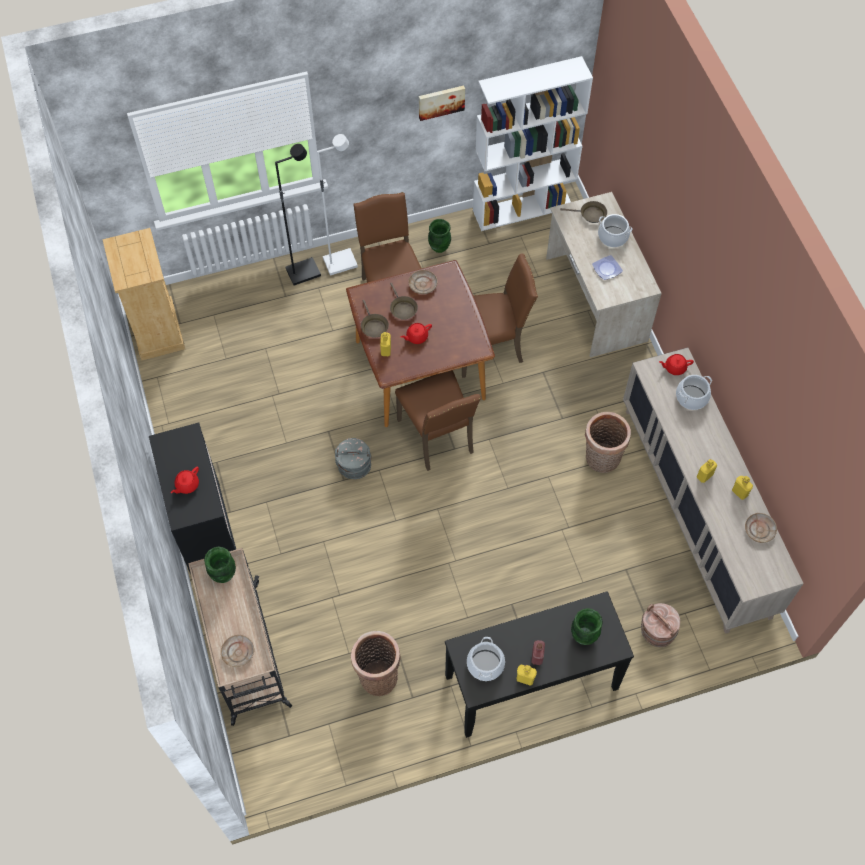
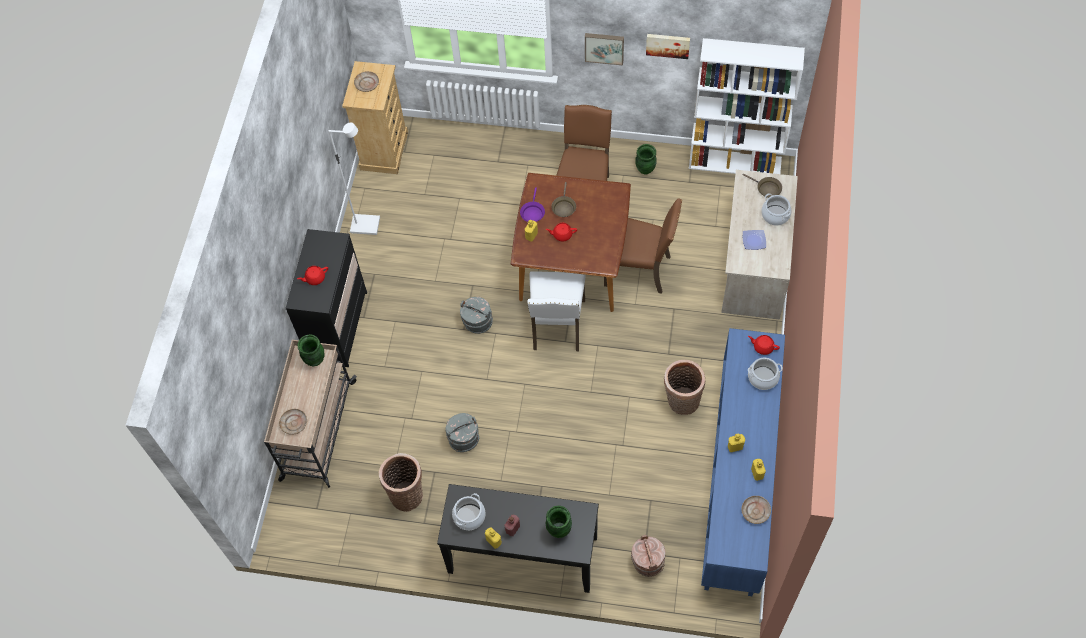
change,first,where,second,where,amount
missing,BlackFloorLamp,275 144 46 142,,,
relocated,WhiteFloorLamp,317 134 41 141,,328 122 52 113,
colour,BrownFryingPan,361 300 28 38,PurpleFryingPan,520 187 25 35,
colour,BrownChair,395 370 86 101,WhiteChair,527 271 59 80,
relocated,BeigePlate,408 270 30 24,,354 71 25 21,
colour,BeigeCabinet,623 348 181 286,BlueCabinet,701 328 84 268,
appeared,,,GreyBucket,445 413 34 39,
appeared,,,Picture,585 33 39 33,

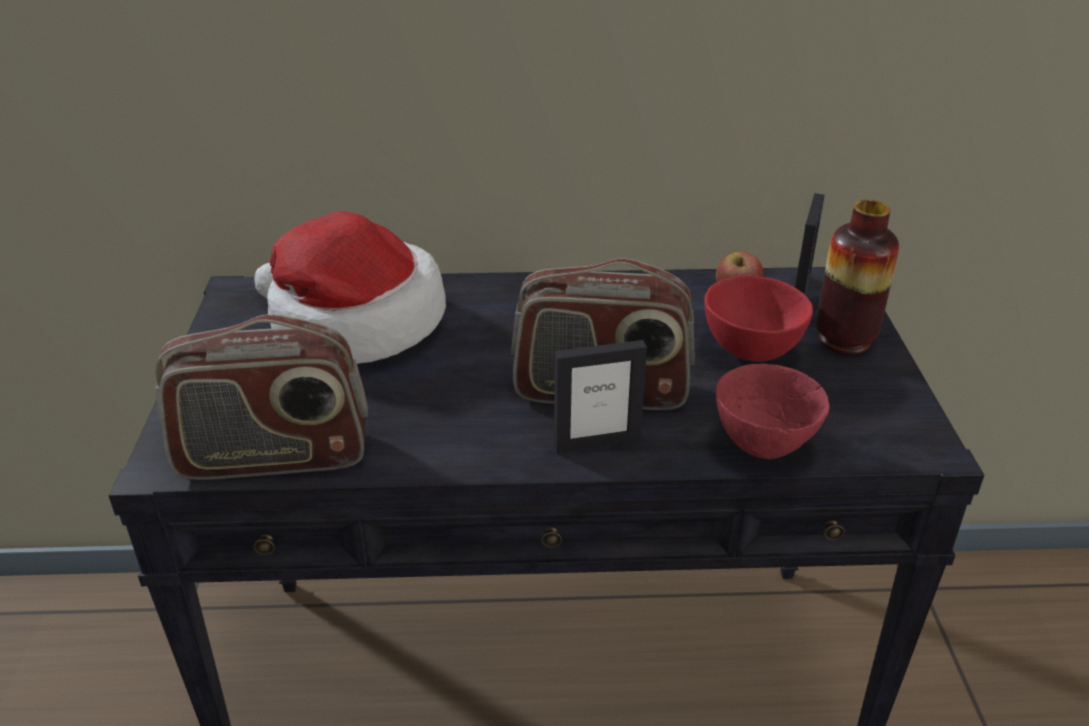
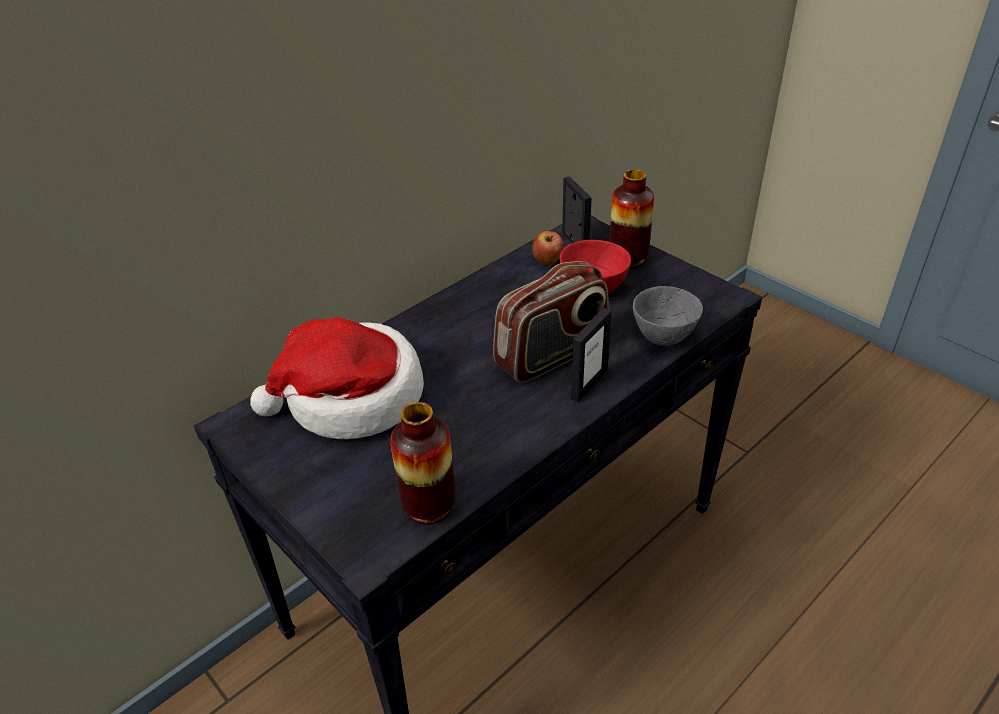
change,first,where,second,where,amount
exchanged,Radio,155 314 213 166,Vase,390 402 66 122,
colour,RedBowl,716 364 114 95,GreyBowl,633 286 70 60,

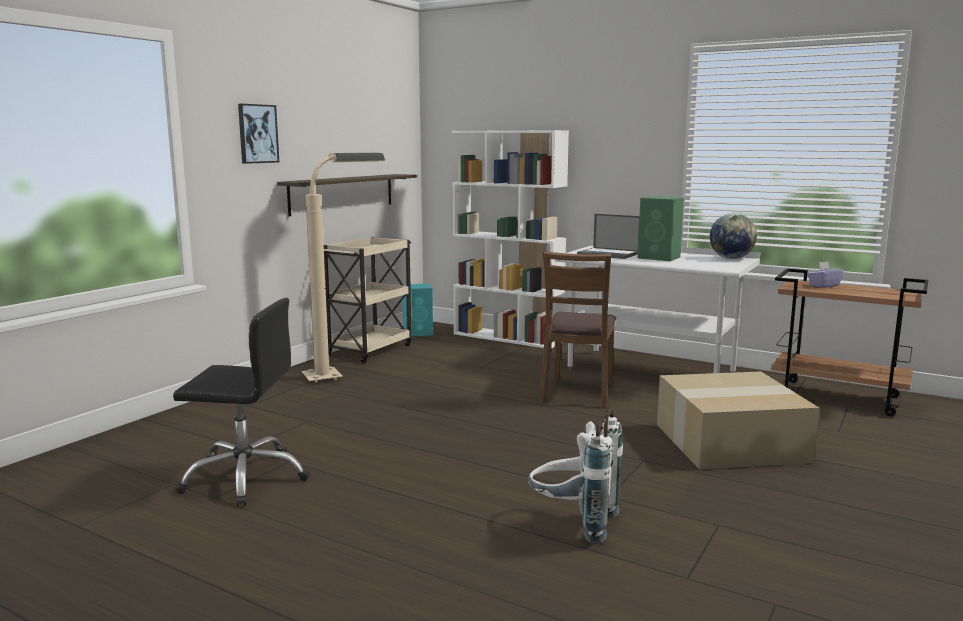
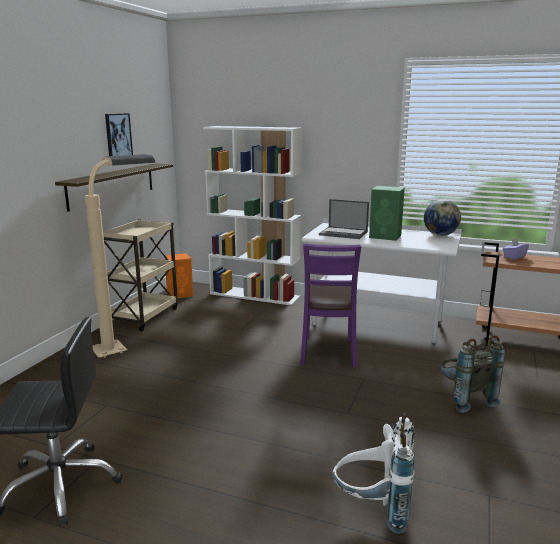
change,first,where,second,where,amount
relocated,Picture,238 104 41 60,,105 113 28 43,
colour,TurquoiseSpeaker,402 283 31 53,OrangeSpeaker,165 253 28 45,
colour,BrownChair,539 251 77 157,PurpleChair,300 243 61 125,
exchanged,CardboardBox,657 371 162 98,GreyBackpack,439 335 66 78,

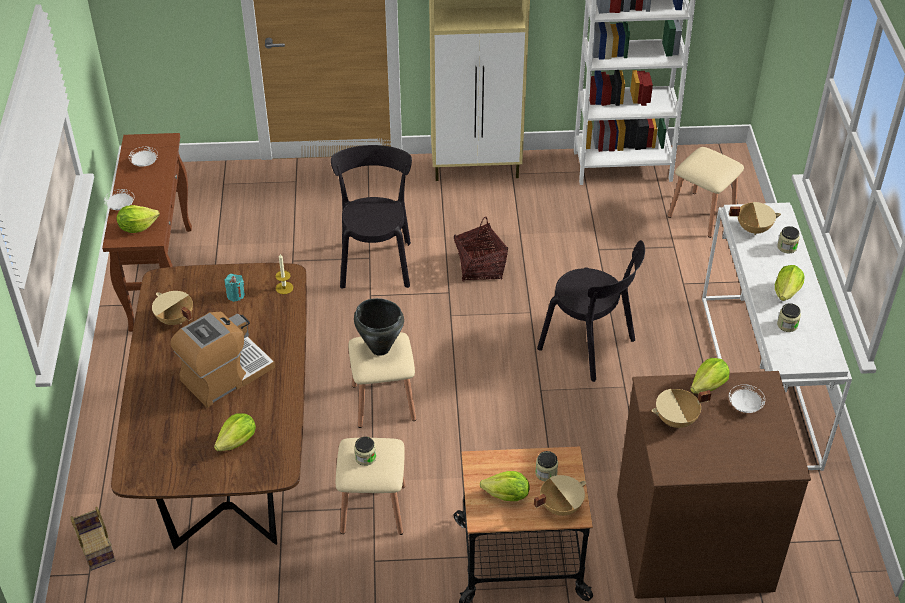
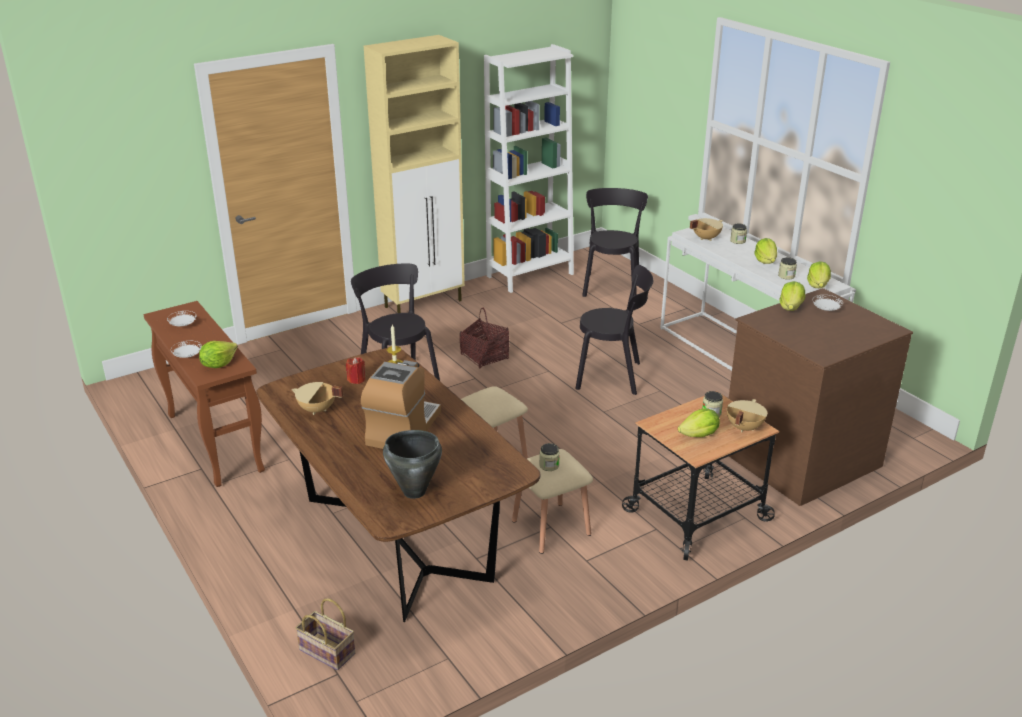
change,first,where,second,where,amount
relocated,Lettuce,214 413 42 38,,807 261 24 27,
colour,TurquoiseCandle,225 274 20 28,RedCandle,346 357 19 27,
relocated,BlackCookingPot,354 298 50 58,,383 430 59 69,
missing,BeigeCookingPot,652 389 59 39,,,
exchanged,BeigeStool,668 147 76 91,BlackChair,582 188 66 109,

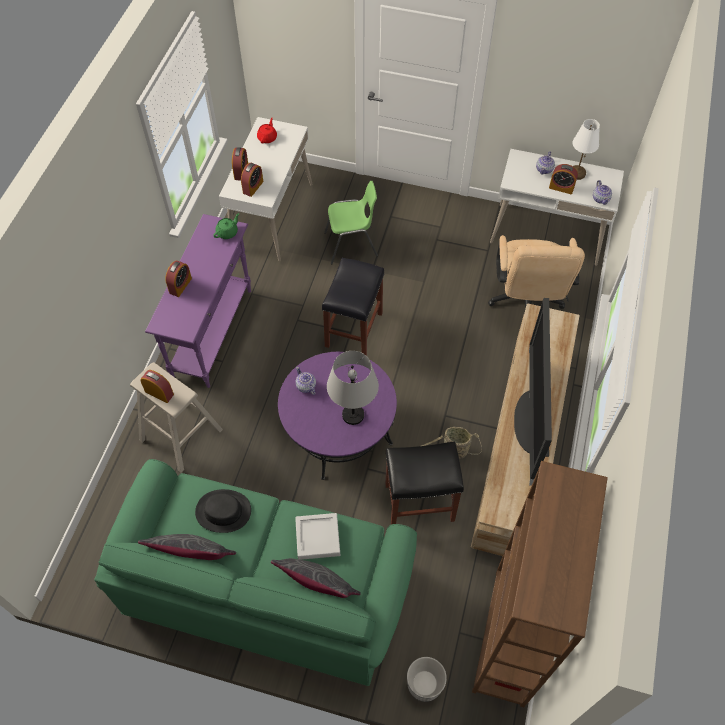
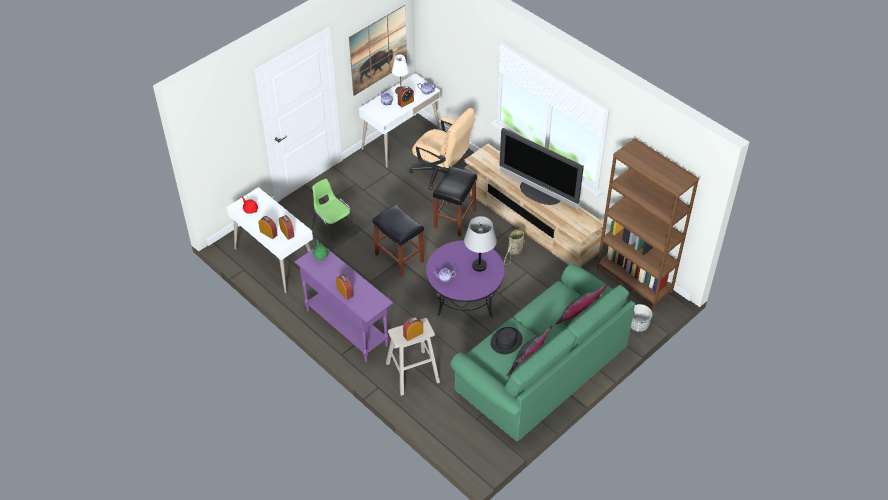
change,first,where,second,where,amount
missing,GreyTray,295 513 45 47,,,
spun,GreenChair,324 181 54 83,,312 179 45 70,60 degrees counterclockwise
relocated,BlackStool,385 441 79 83,,433 167 44 70,
appeared,,,Picture,349 5 58 91,

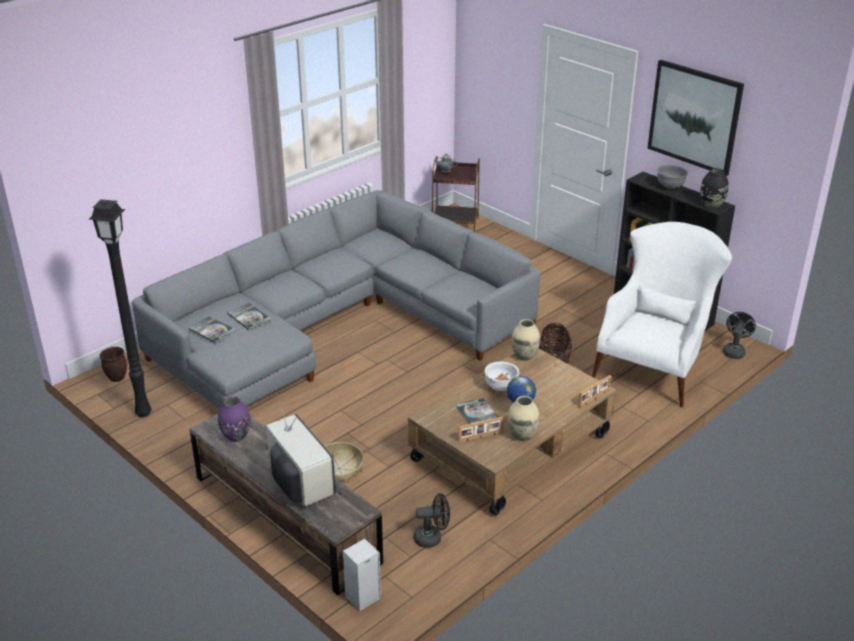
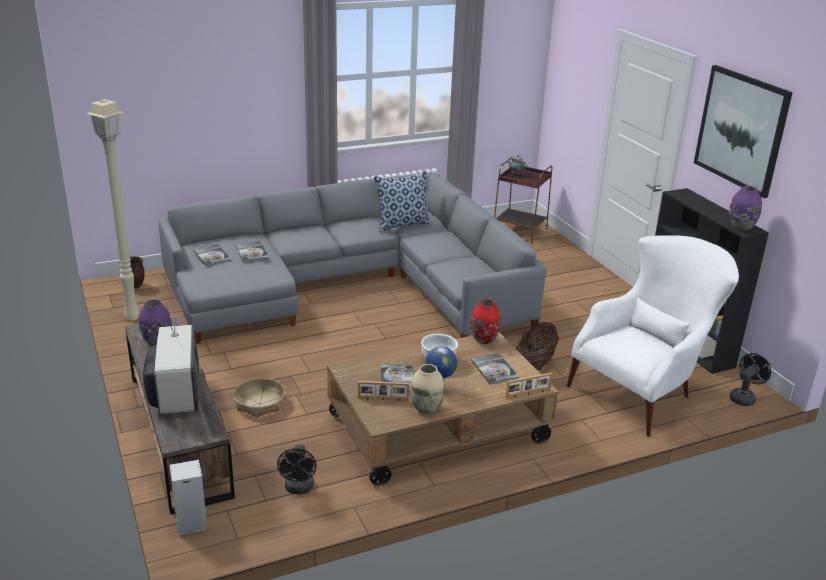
change,first,where,second,where,amount
colour,BlackFloorLamp,88 199 63 219,BeigeFloorLamp,87 99 53 222,
spun,BlackFan,414 493 36 55,,277 444 40 50,75 degrees clockwise
colour,BeigeVase,512 319 28 42,RedVase,470 299 31 45,
missing,GreyBowl,657 165 31 24,,,
colour,BlackVase,700 168 29 41,PurpleVase,729 186 33 45,
appeared,,,Pillow,374 170 58 62,
appeared,,,Book,471 353 48 31,

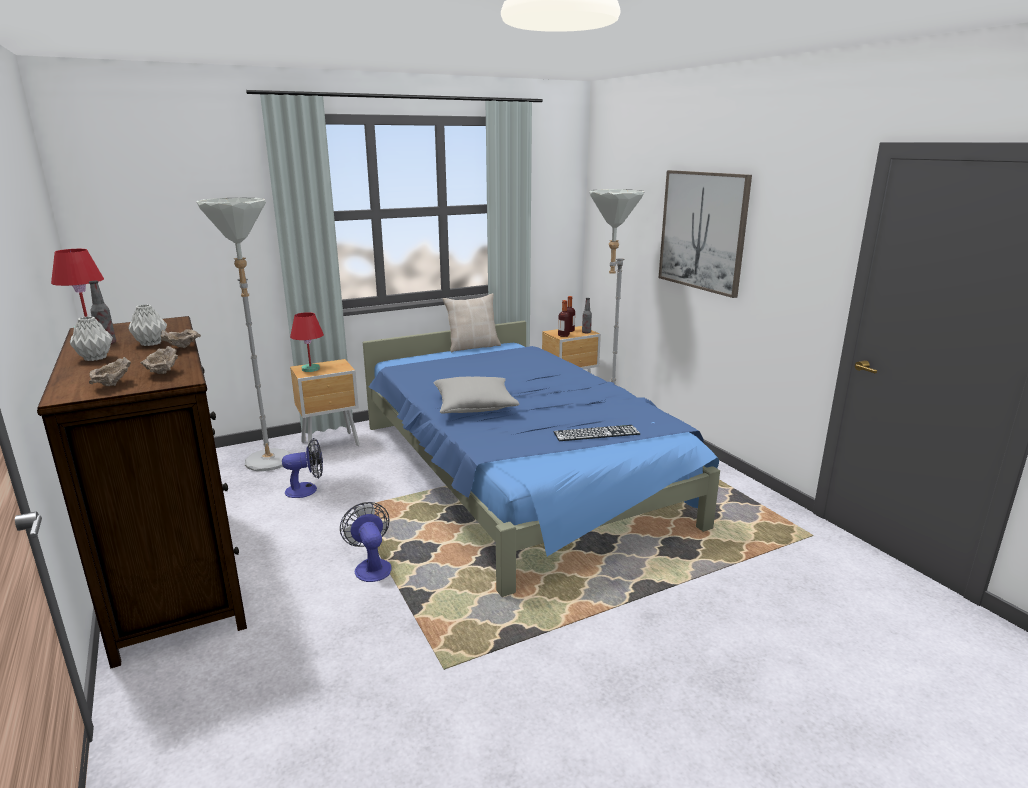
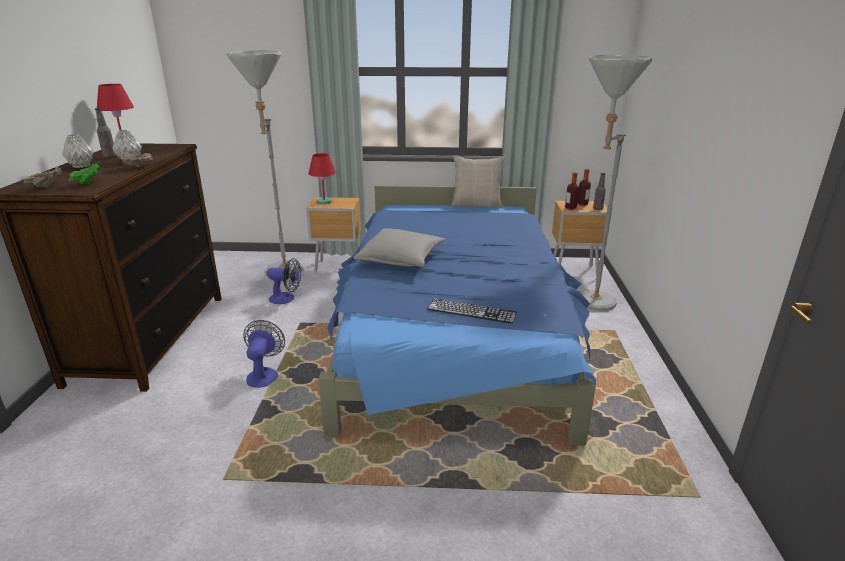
change,first,where,second,where,amount
colour,BeigeBowl,140 346 38 28,GreenBowl,68 163 32 21,
missing,Picture,659 170 93 128,,,

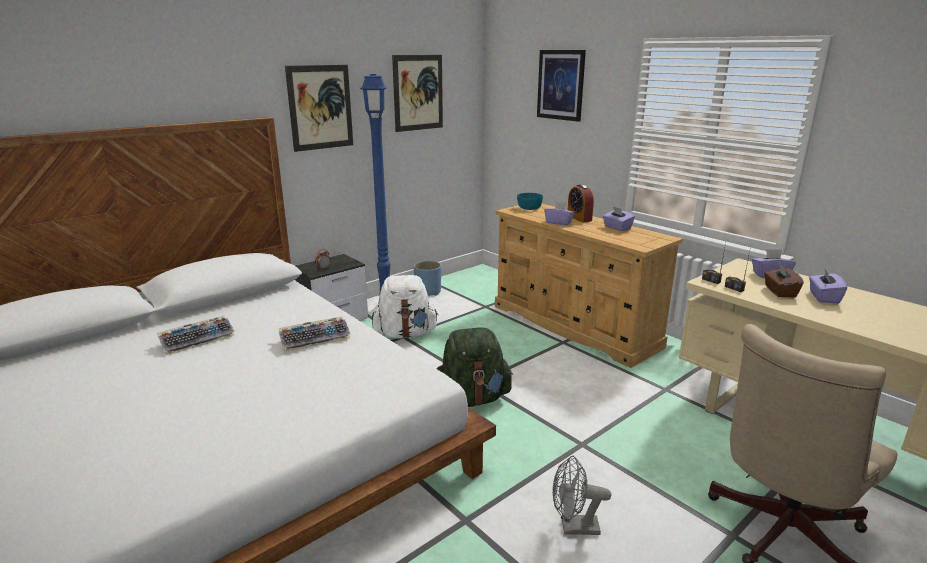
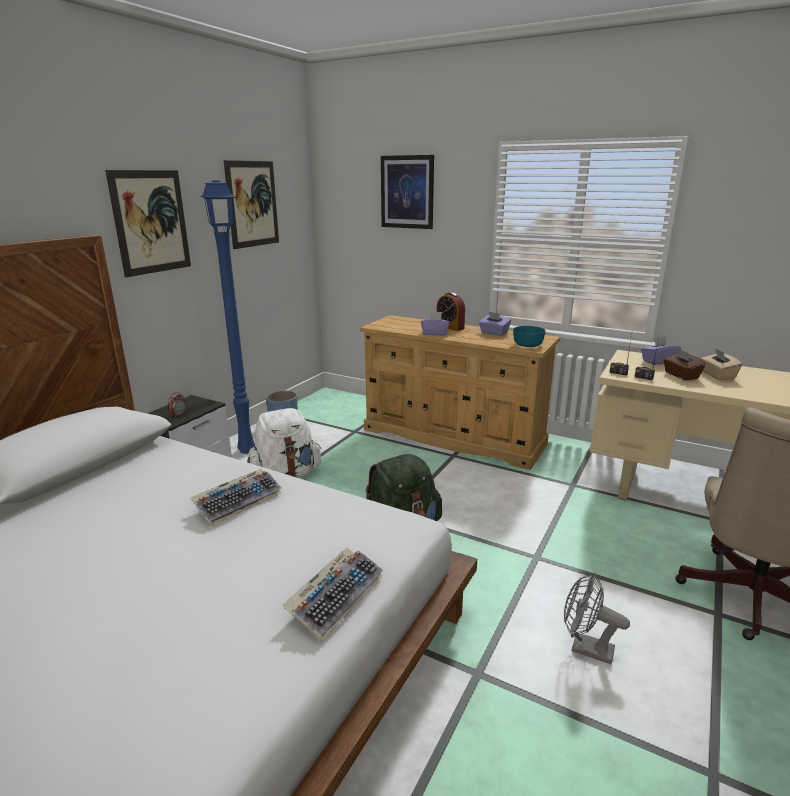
change,first,where,second,where,amount
relocated,Keyboard,157 316 78 39,,282 548 101 93,
relocated,TurquoiseBowl,517 193 26 17,,513 326 33 21,
spun,GreyFan,553 456 58 79,,564 573 66 91,45 degrees clockwise
colour,PurpleTissueBox,809 268 38 36,BeigeTissueBox,701 349 41 31,

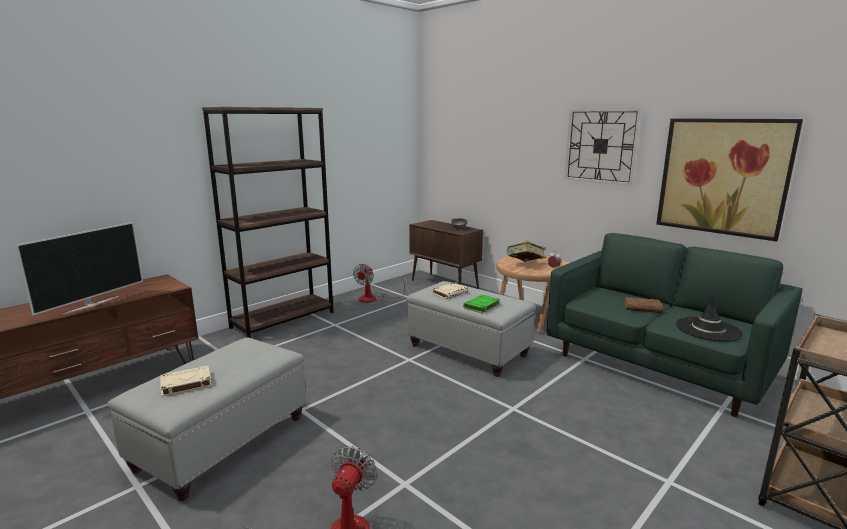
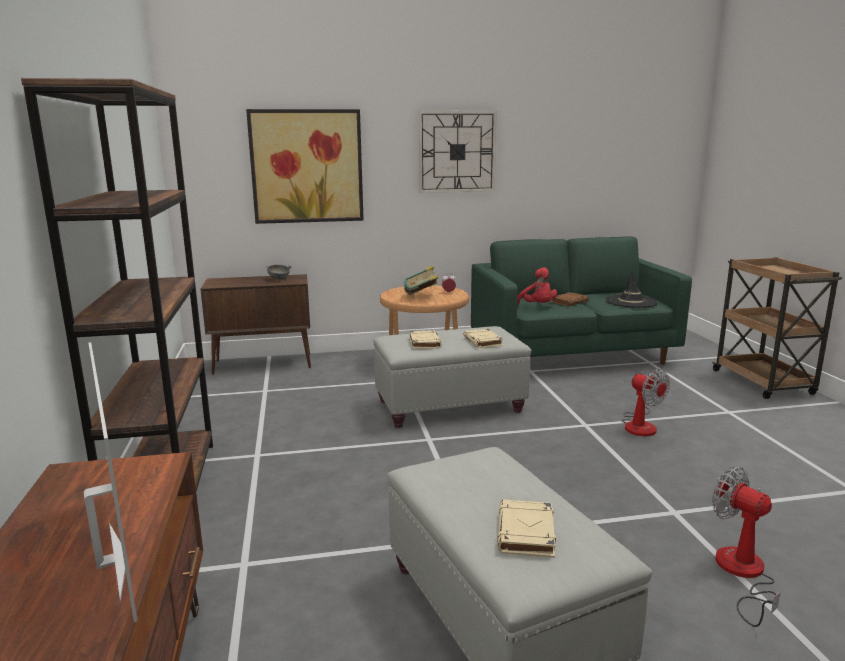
change,first,where,second,where,amount
relocated,Fan,353 264 55 39,,622 369 48 67,
colour,GreenBook,463 295 37 19,BeigeBook,464 329 39 19,
relocated,Picture,656 118 147 124,,246 109 118 115,
appeared,,,RedPlushToy,517 267 40 38,

